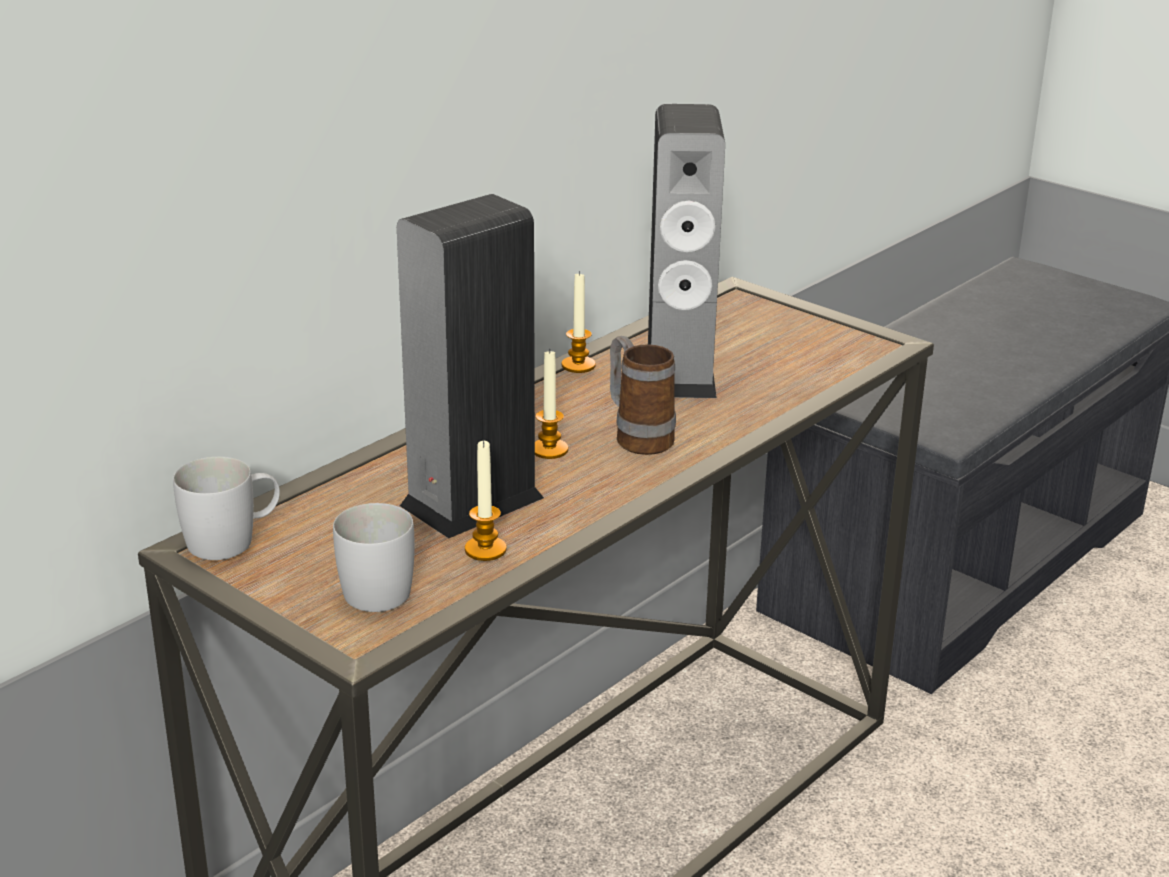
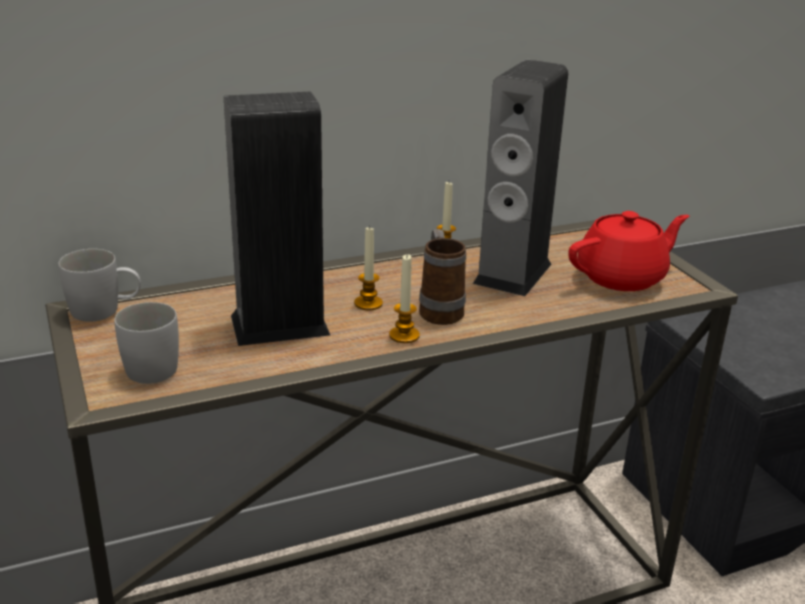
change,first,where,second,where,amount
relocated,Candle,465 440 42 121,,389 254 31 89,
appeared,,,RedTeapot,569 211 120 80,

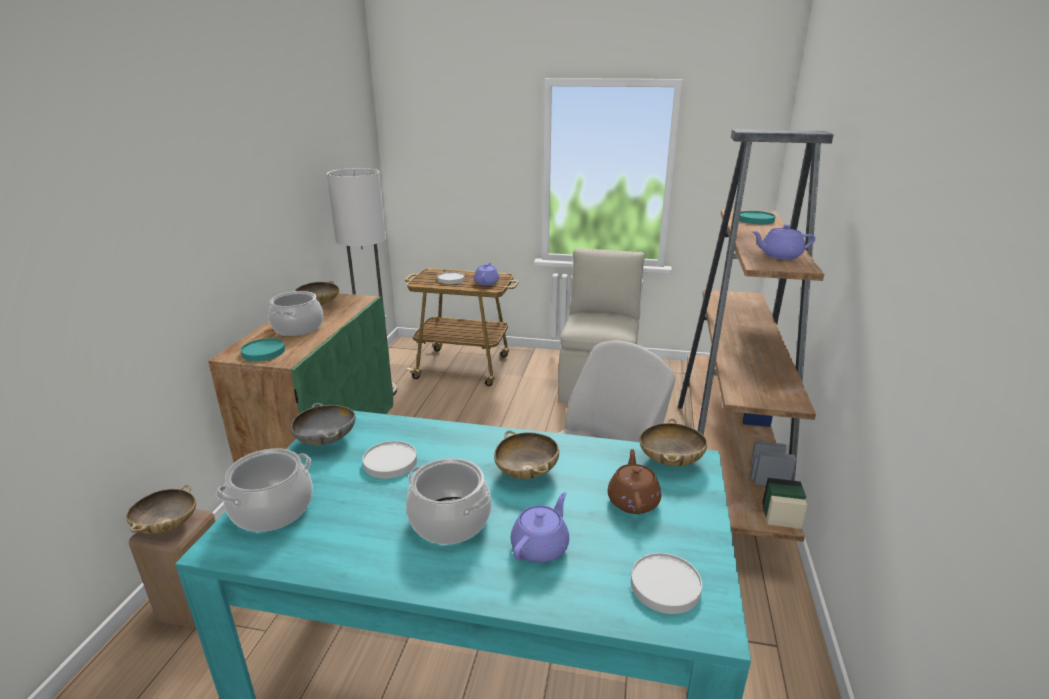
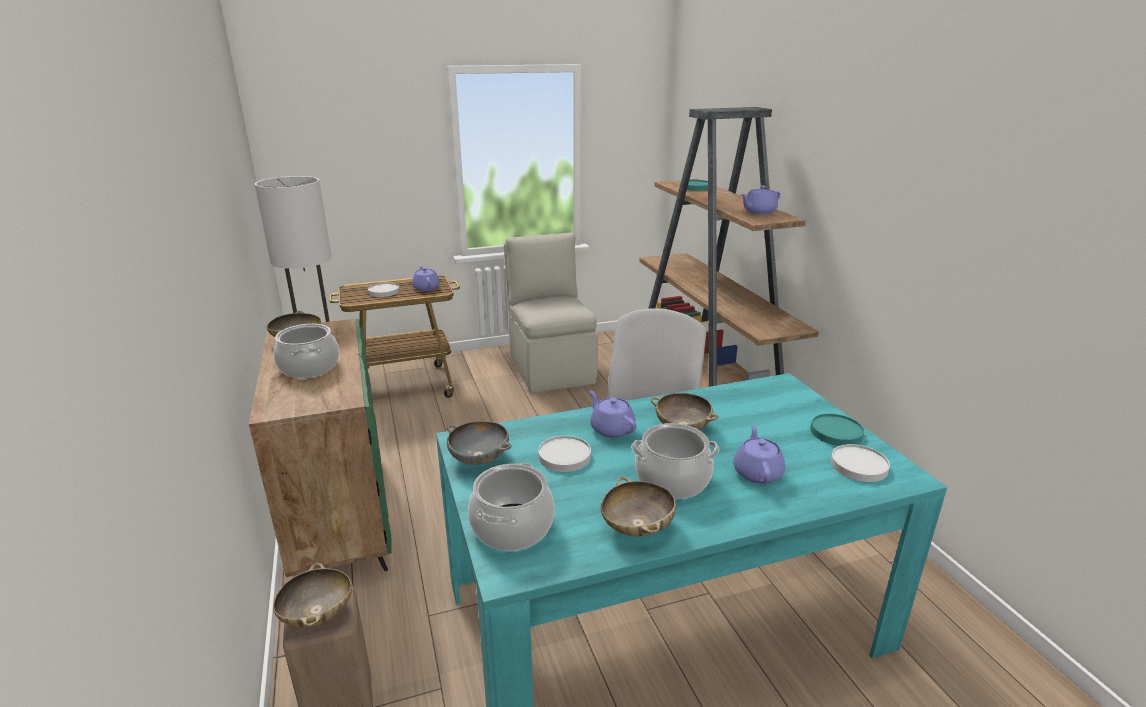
change,first,where,second,where,amount
relocated,TurquoisePlate,241 338 44 23,,810 414 54 32,
missing,BrownTeapot,608 449 53 65,,,
relocated,BeigeBowl,639 418 68 48,,601 477 75 59,
appeared,,,PurpleTeapot,589 391 47 47,

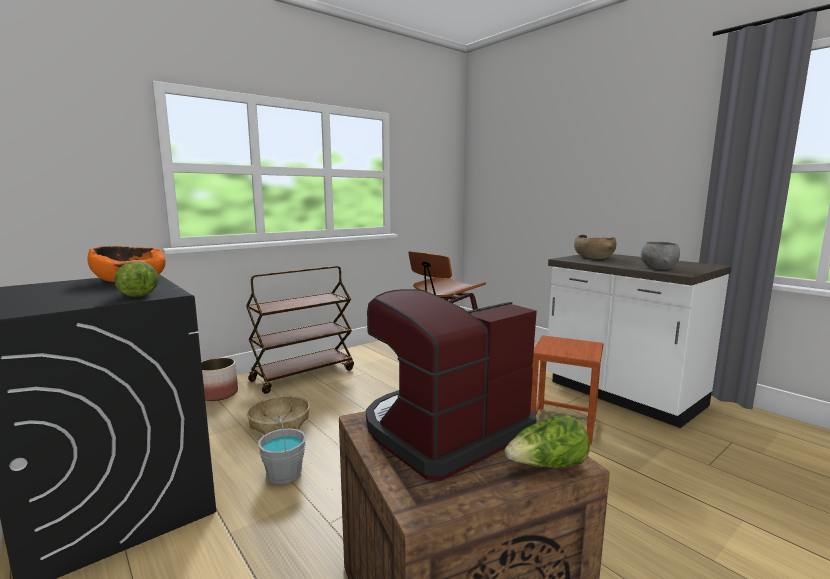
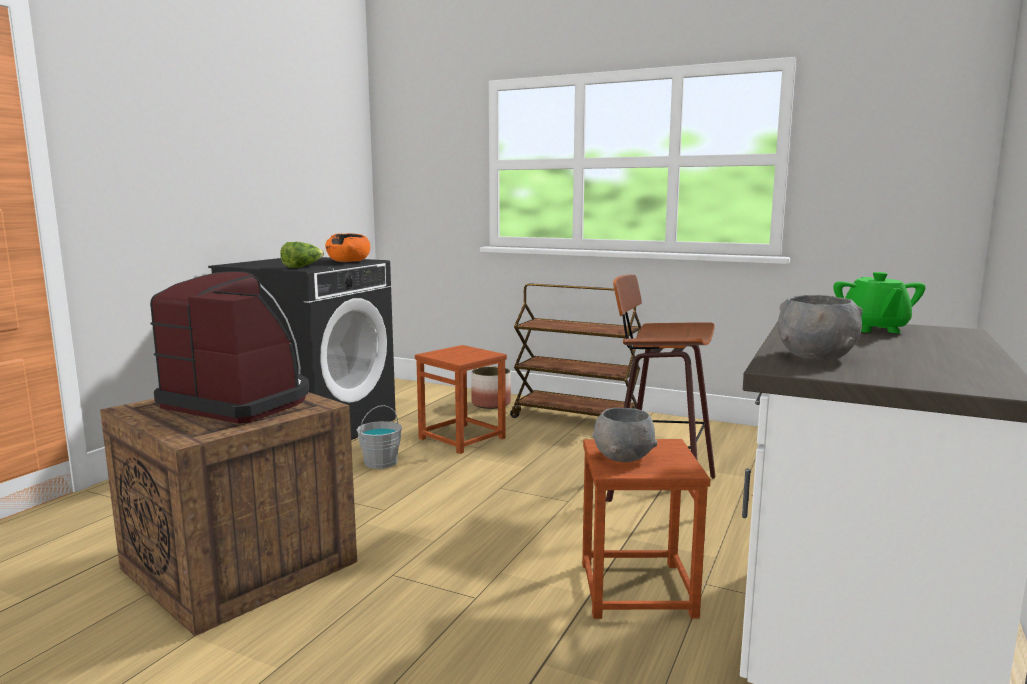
change,first,where,second,where,amount
exchanged,Basket,247 395 63 40,BrownStool,415 345 92 109,
missing,Lettuce,505 415 85 53,,,
exchanged,BrownBowl,574 235 42 24,GreenTeapot,833 272 93 61,
appeared,,,GreyBowl,592 408 65 54,

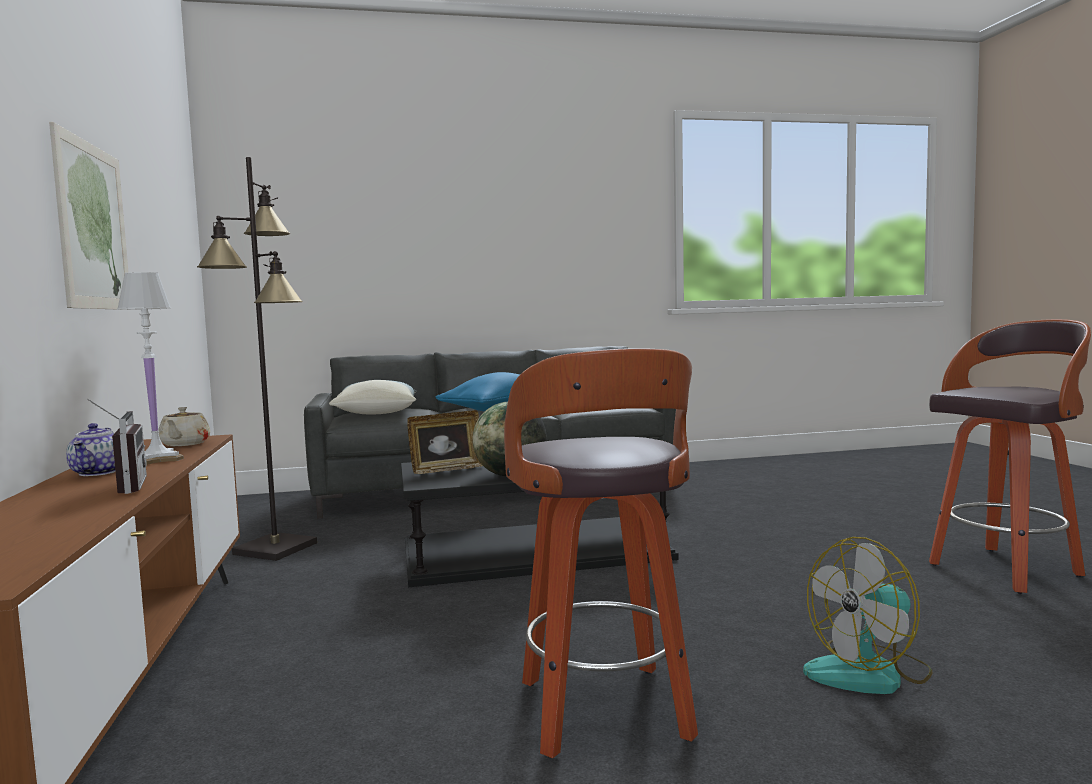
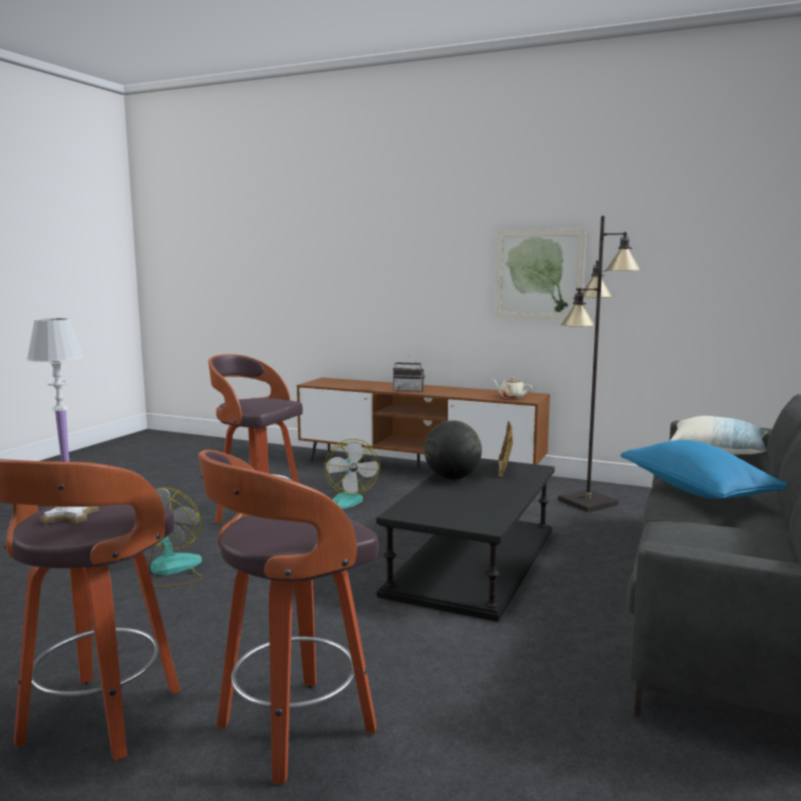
change,first,where,second,where,amount
missing,Teapot,66 423 50 53,,,
relocated,WhiteTableLamp,117 272 67 193,,26 318 73 206,
appeared,,,Stool,198 450 181 334,
appeared,,,Fan,323 439 57 70,

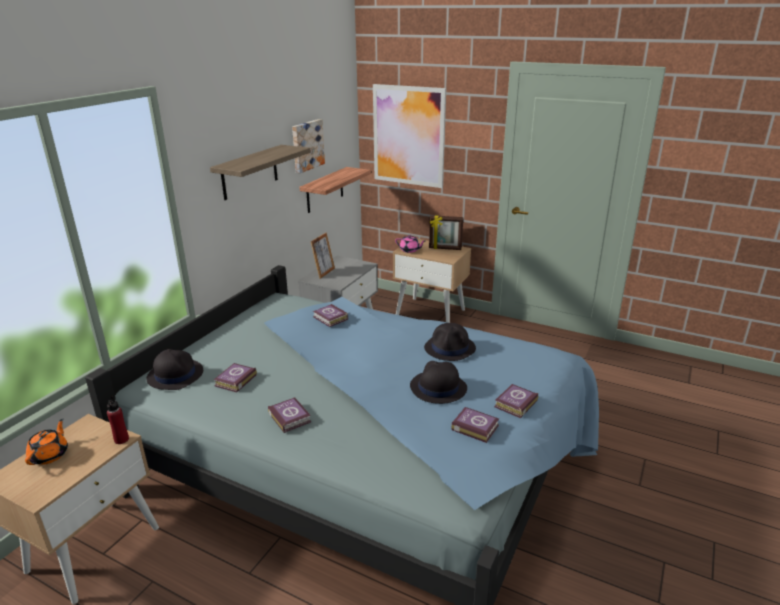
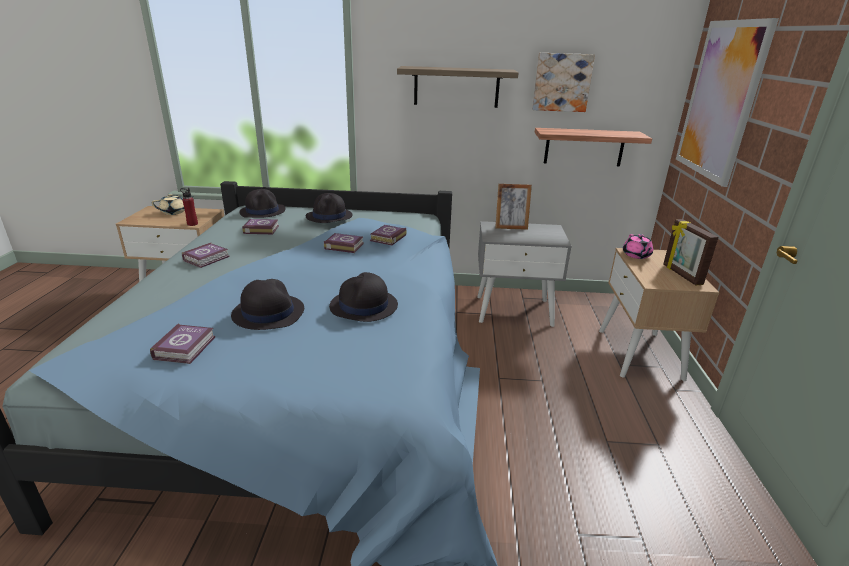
change,first,where,second,where,amount
colour,OrangeTeapot,25 419 43 46,BeigeTeapot,151 194 42 21,
relocated,Book,494 384 44 34,,324 233 40 20,
appeared,,,BlackHat,306 193 46 30,

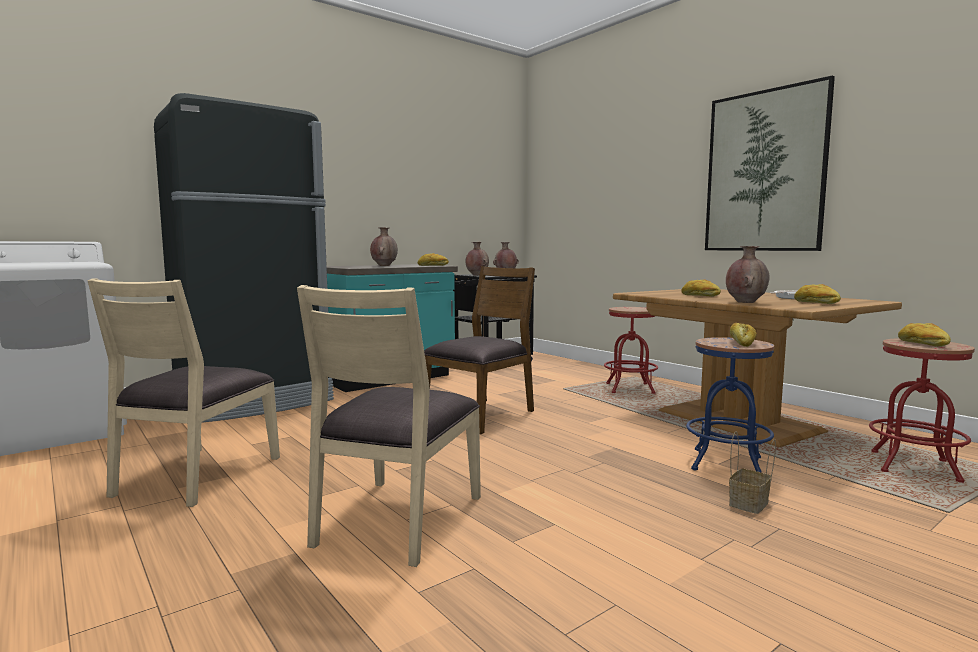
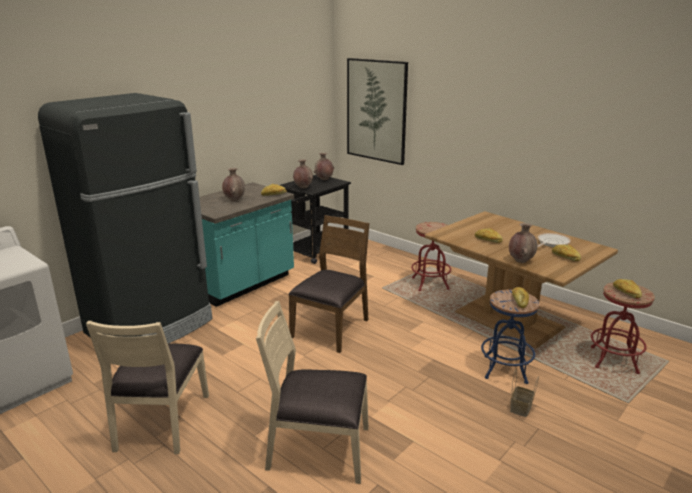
change,first,where,second,where,amount
spun,BeigeChair,297 285 184 282,,256 301 113 183,90 degrees clockwise
relocated,Picture,705 76 130 175,,347 58 61 107,

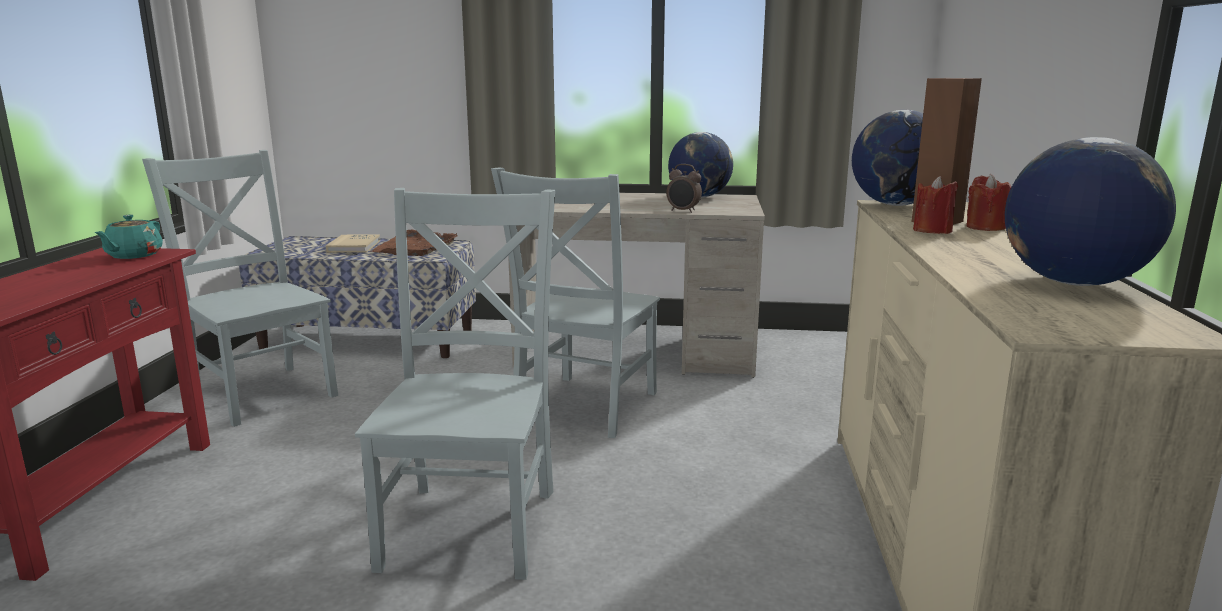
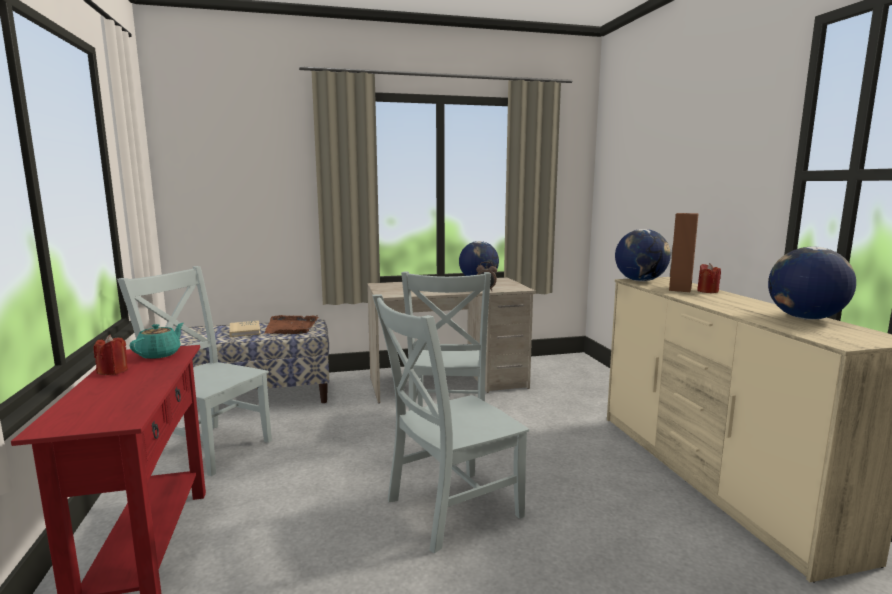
change,first,where,second,where,amount
spun,TurquoiseTeapot,94 215 69 44,,130 323 53 36,150 degrees counterclockwise
spun,GreyChair,355 188 200 392,,372 294 157 259,105 degrees counterclockwise
relocated,RedCandle,913 176 45 58,,93 335 35 40,

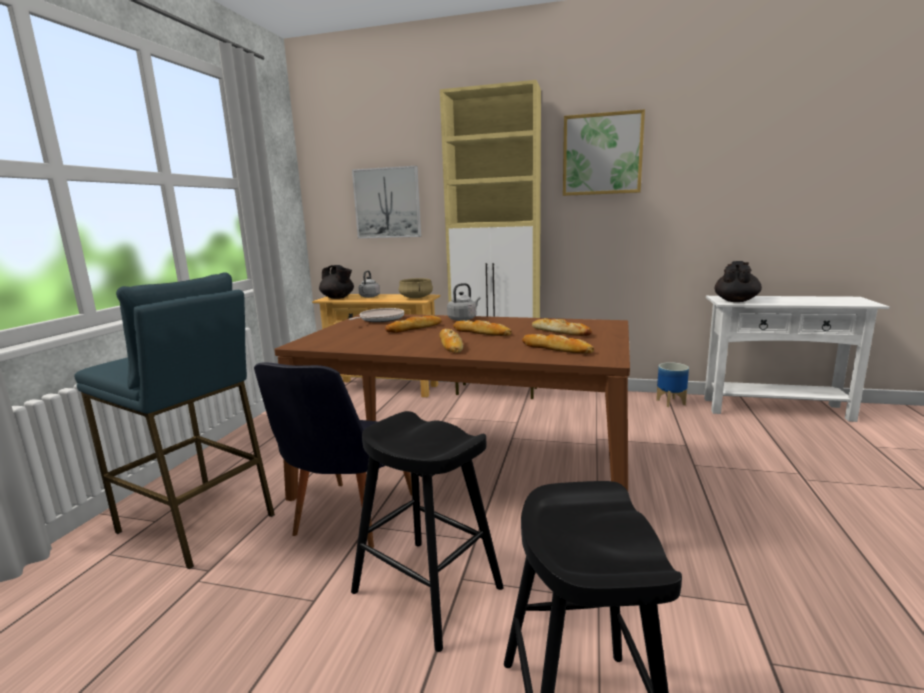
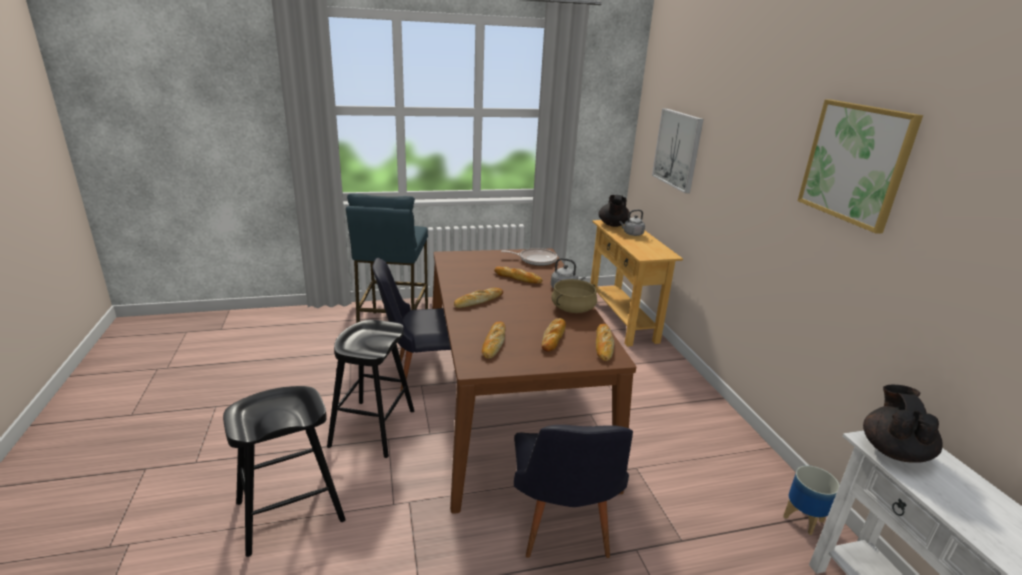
change,first,where,second,where,amount
relocated,BeigeCookingPot,399 278 34 20,,551 279 46 34,
missing,BeigeCabinet,440 80 101 319,,,
relocated,Bread,453 320 59 16,,596 324 18 37,
spun,BlackTeapot,715 261 47 41,,863 385 79 78,75 degrees counterclockwise
appeared,,,BlackChair,514 425 119 133,

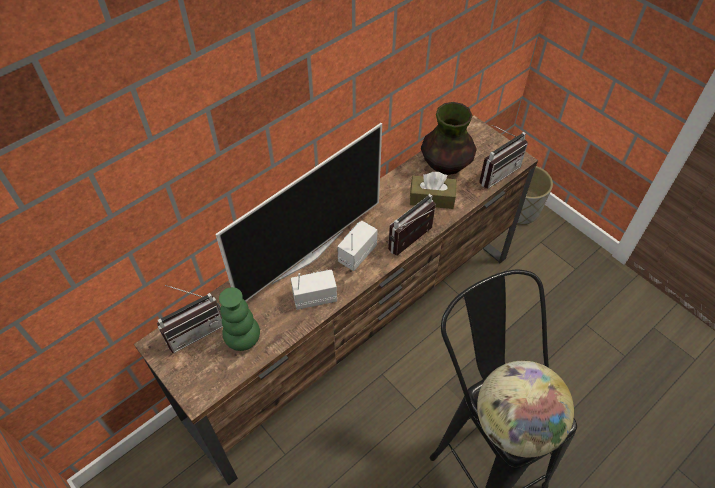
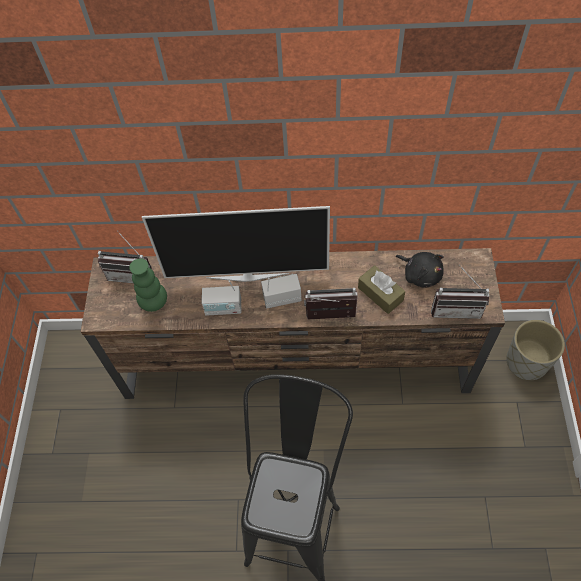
change,first,where,second,where,amount
spun,Radio,291 270 46 40,,202 280 39 35,150 degrees clockwise
exchanged,Vase,421 102 56 73,BlackPlushToy,396 252 48 36,
missing,Globe,477 361 97 96,,,

